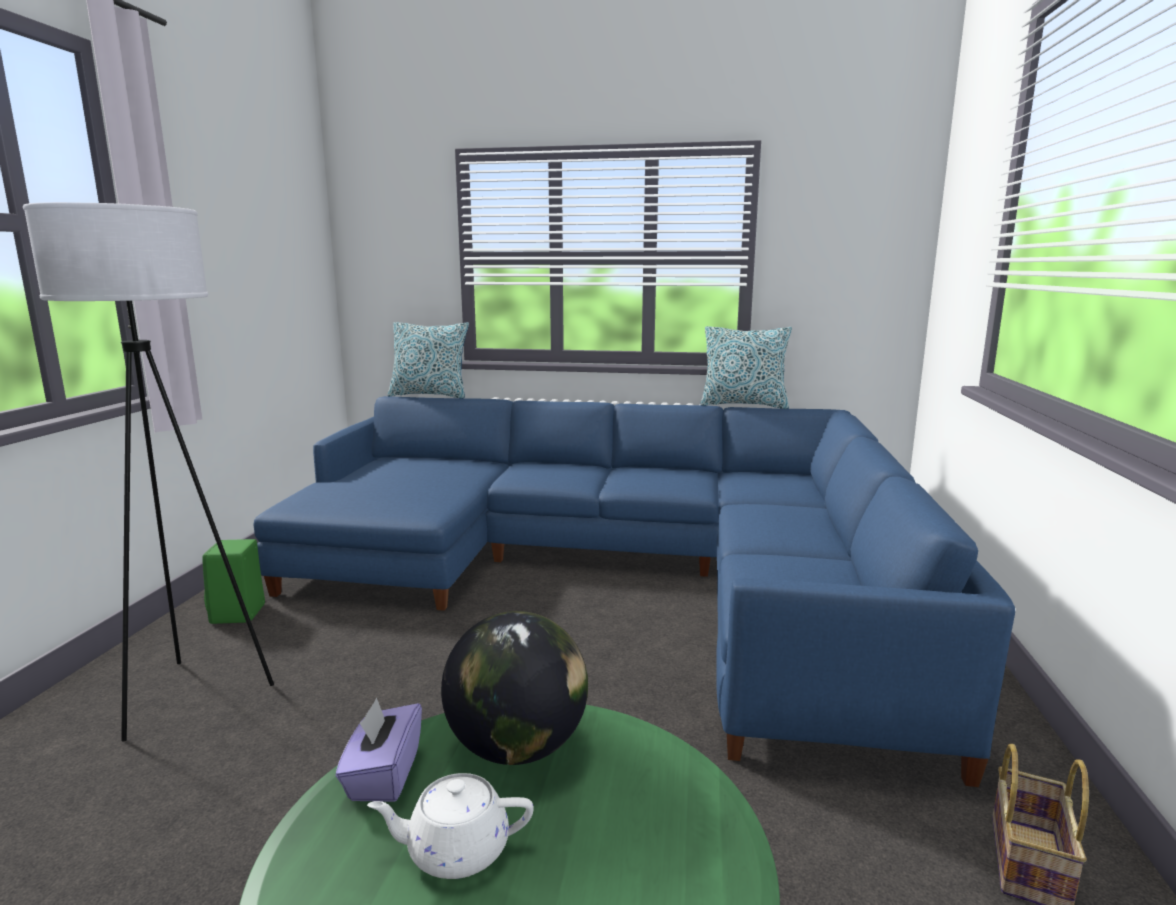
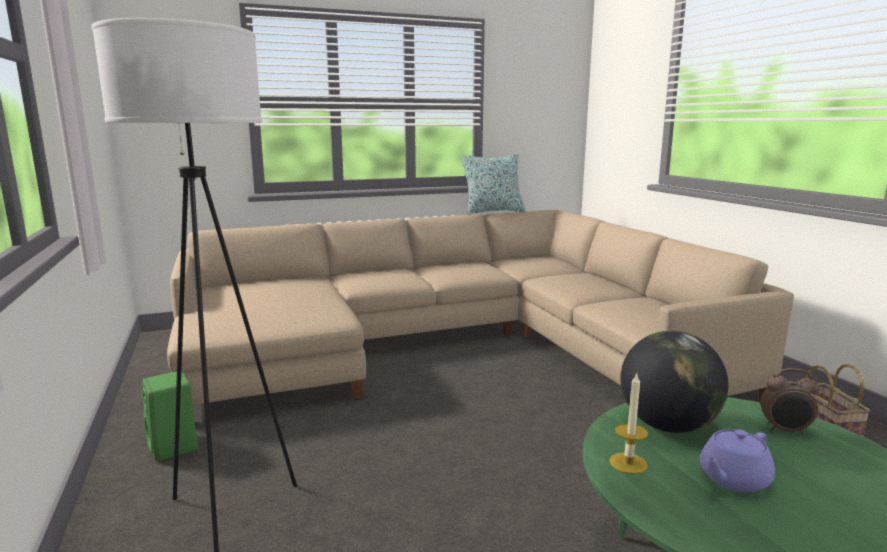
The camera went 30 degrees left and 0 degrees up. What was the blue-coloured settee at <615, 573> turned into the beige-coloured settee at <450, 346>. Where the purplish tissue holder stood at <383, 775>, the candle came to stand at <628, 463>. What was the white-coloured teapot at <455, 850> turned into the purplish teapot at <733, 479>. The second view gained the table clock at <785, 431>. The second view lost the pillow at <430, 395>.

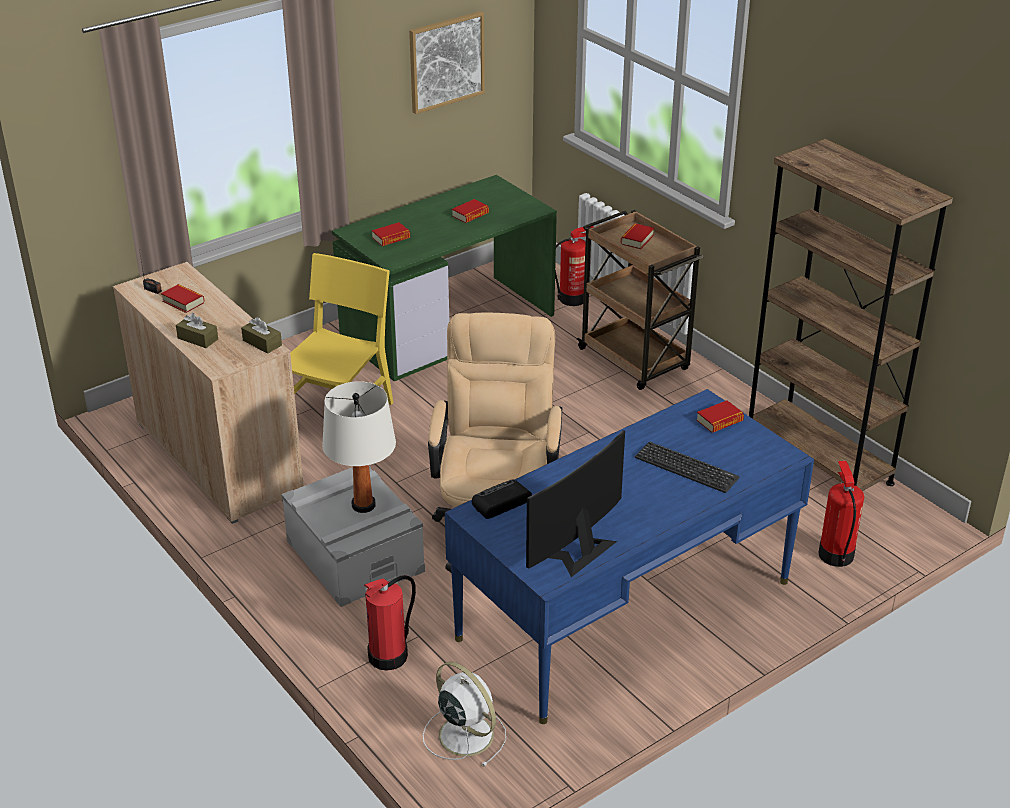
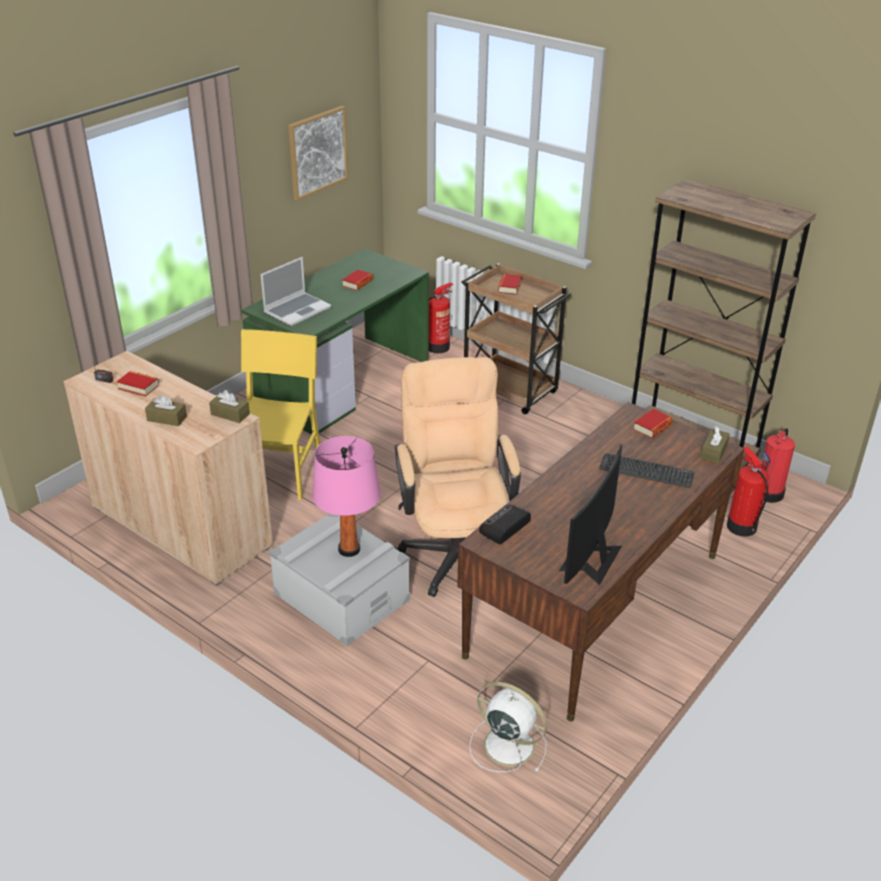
The camera went 15 degrees left and 0 degrees up. Where the book stood at <391, 238>, the laptop came to stand at <297, 310>. What was the white-coloured tabletop lamp at <363, 505> turned into the pink-coloured tabletop lamp at <349, 549>. What was the blue-coloured desk unit at <625, 610> turned into the brownish desk unit at <595, 604>. The second view gained the brownish tissue holder at <713, 452>. The fire extinguisher ended up elsewhere, having gone from <389, 655> to <769, 492>.

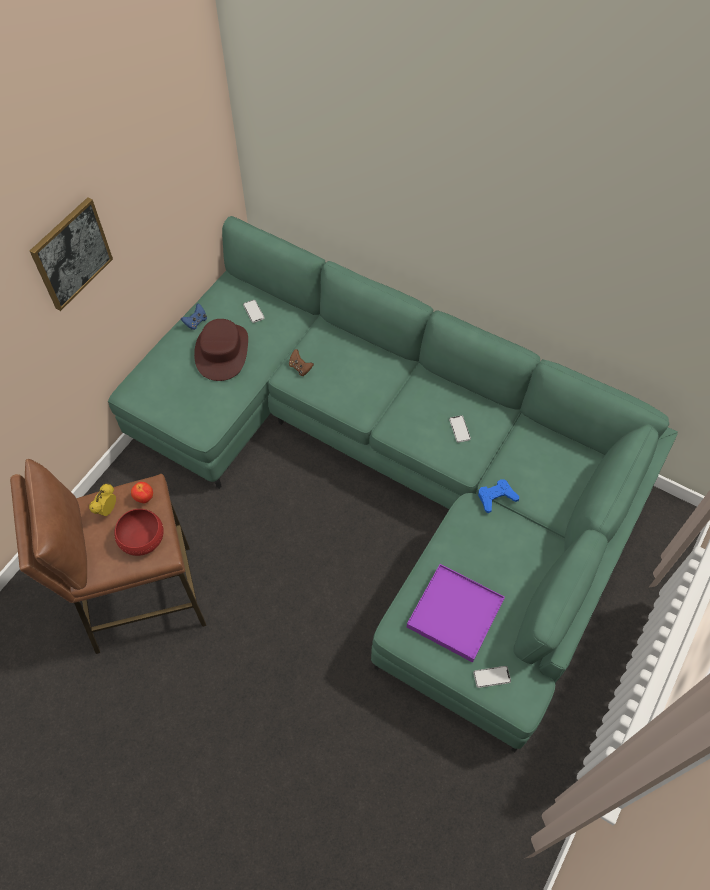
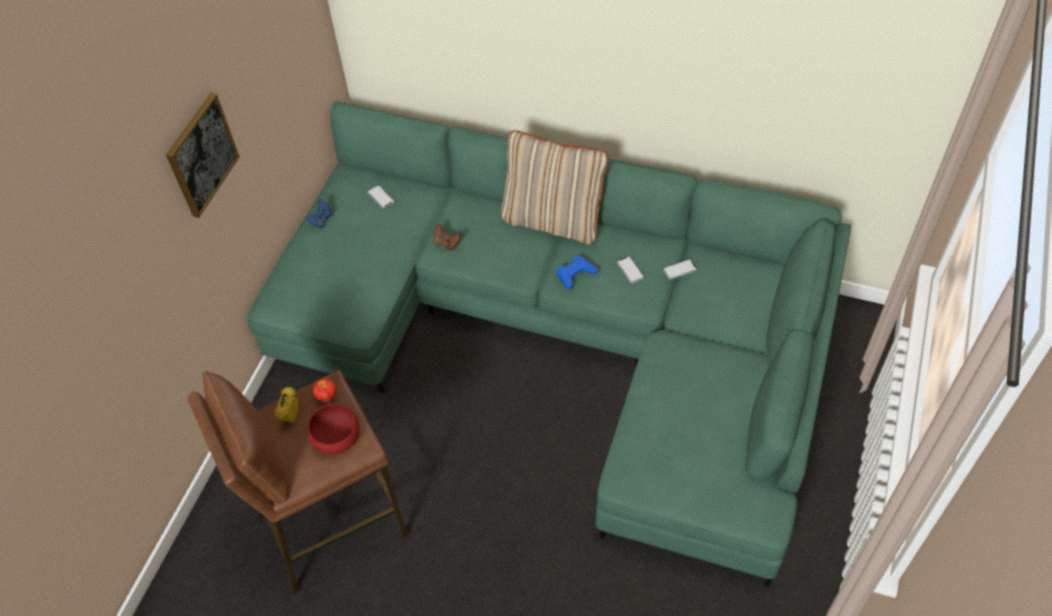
The camera went 10 degrees left and 5 degrees down. The second view gained the beige-coloured pillow at <553, 220>. The blue-coloured gamepad ended up elsewhere, having gone from <496, 497> to <575, 274>. The telephone ended up elsewhere, having gone from <491, 677> to <679, 270>. The second view lost the brownish hat at <222, 351>. The second view lost the purplish tray at <455, 614>.

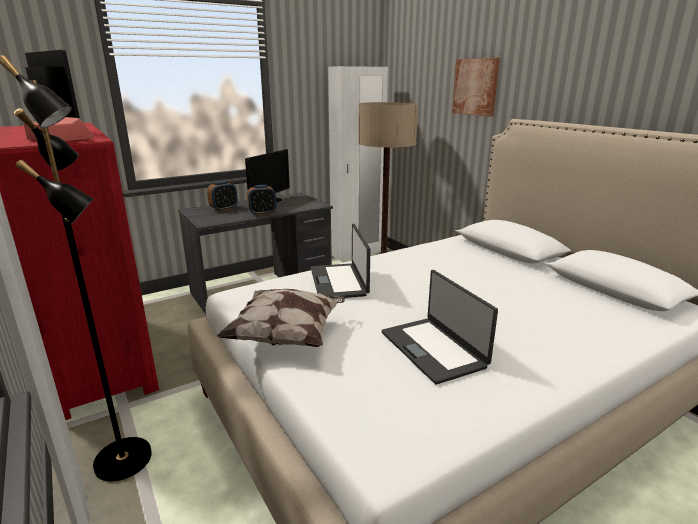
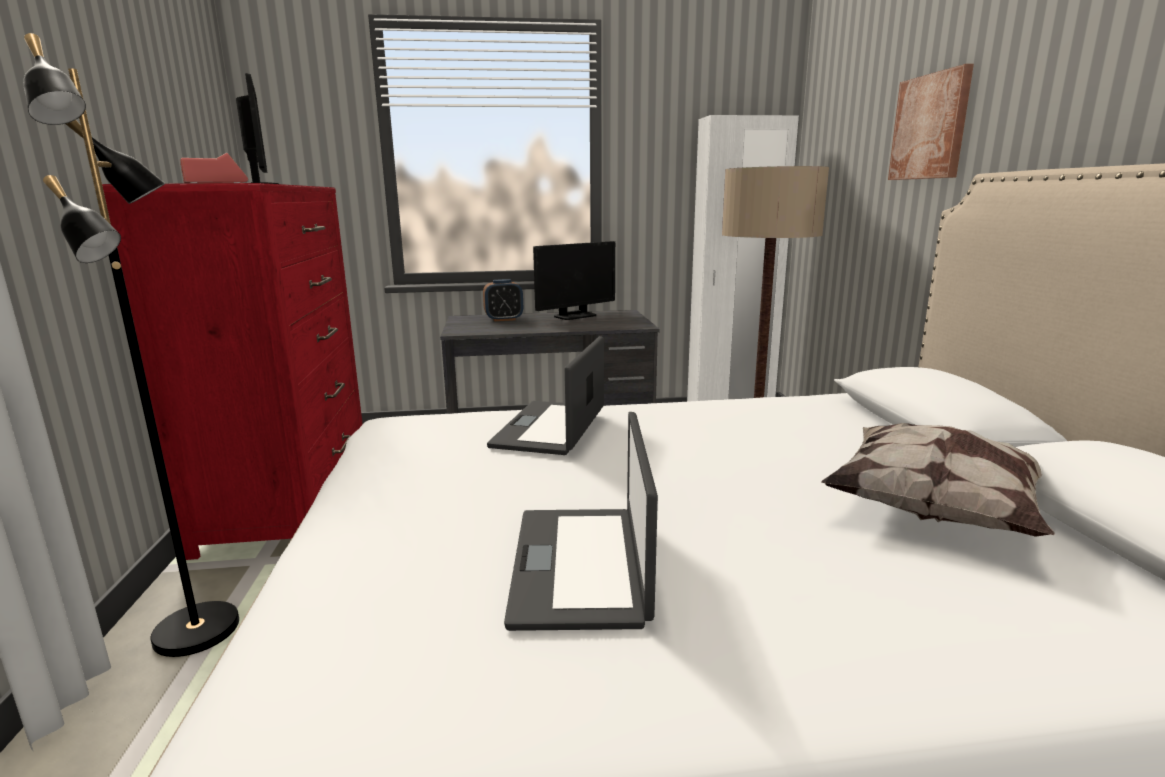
The camera went 25 degrees right and 5 degrees down. The pillow ended up elsewhere, having gone from <288, 335> to <937, 511>. The second view lost the table clock at <262, 213>.

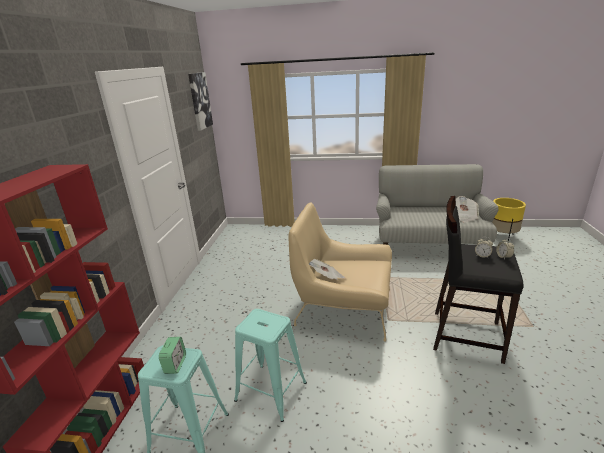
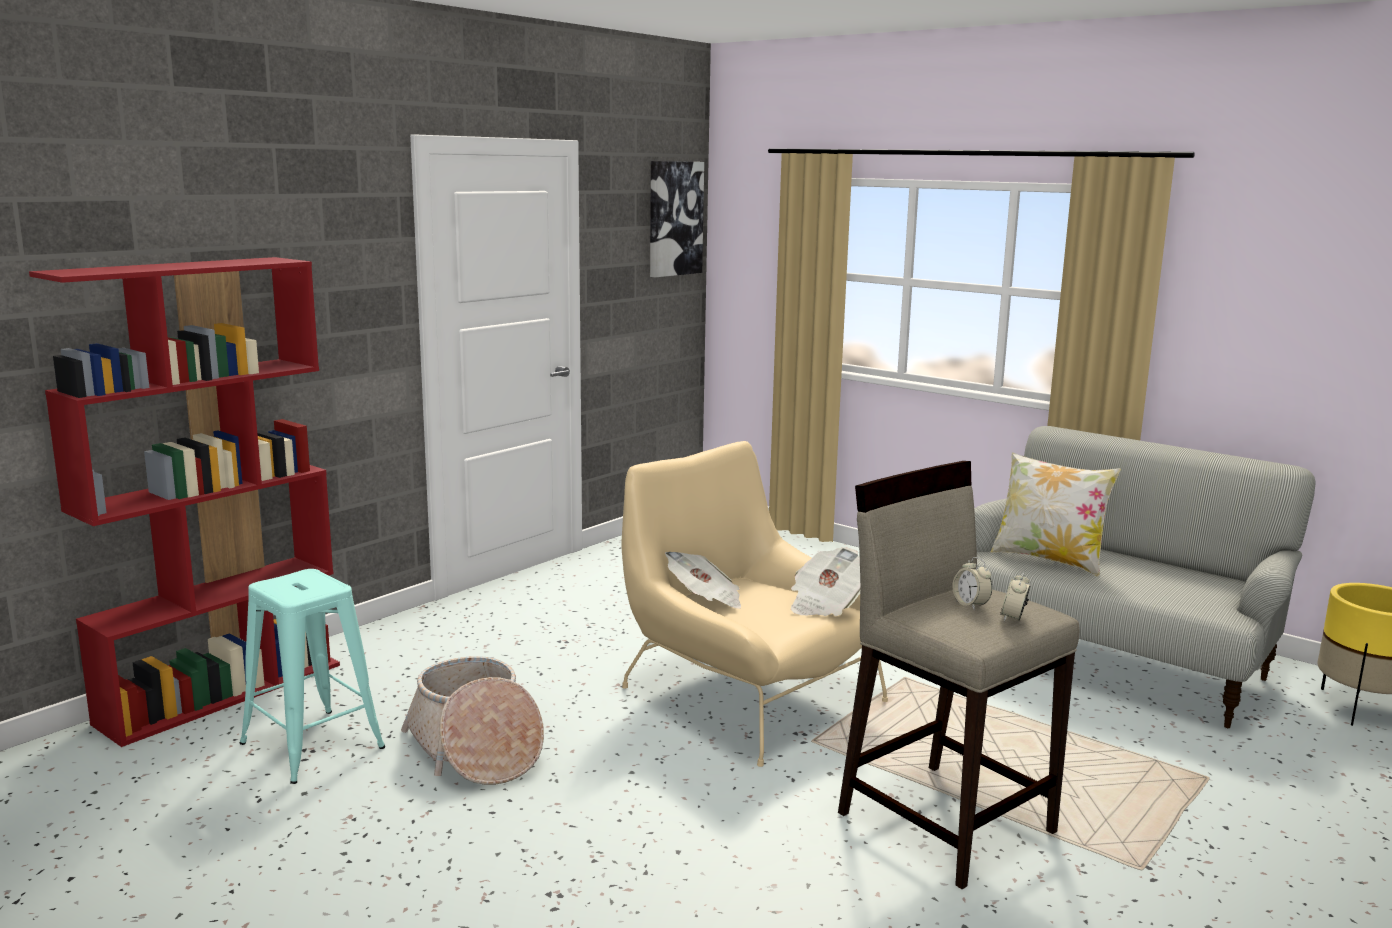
The camera went 30 degrees right and 10 degrees down. Where the blue-green sitting stool stood at <271, 391>, the basket came to stand at <475, 749>. The printed paper ended up elsewhere, having gone from <463, 216> to <826, 604>. What was the blackish sitting stool at <465, 335> turned into the beige-coloured sitting stool at <945, 820>. The second view gained the pillow at <1049, 559>. The second view lost the table clock at <175, 364>.

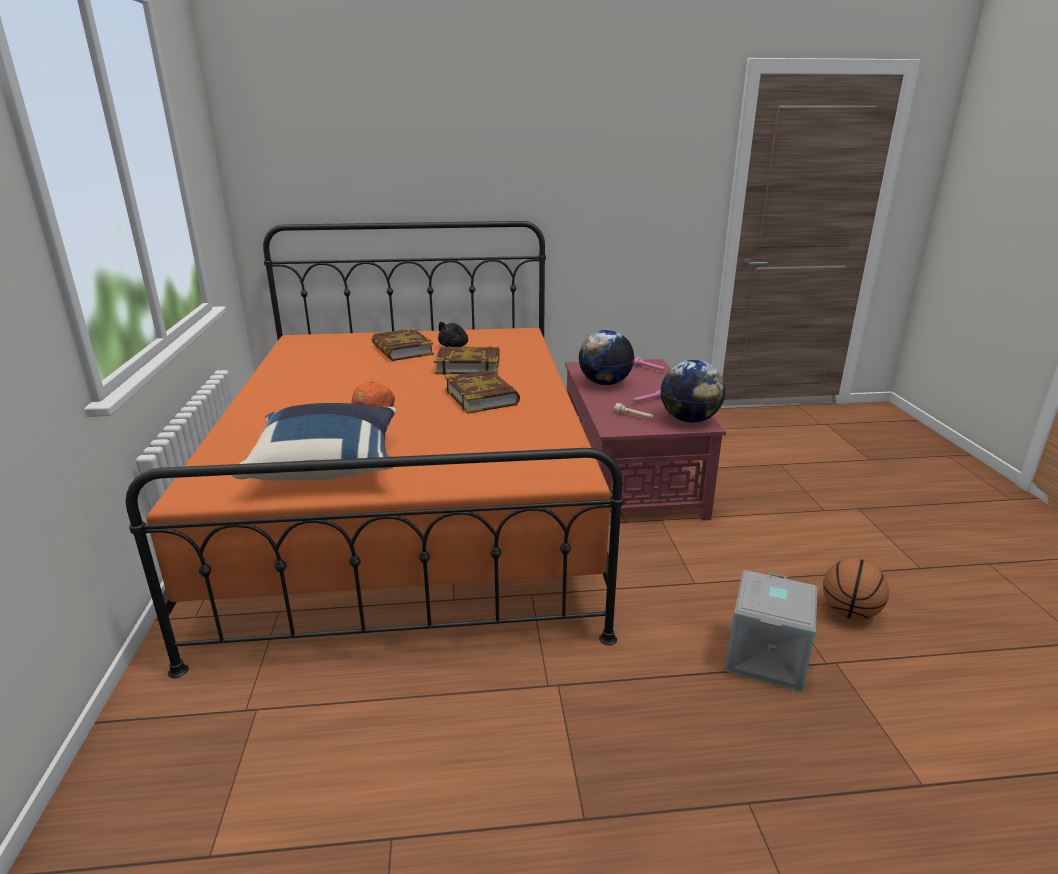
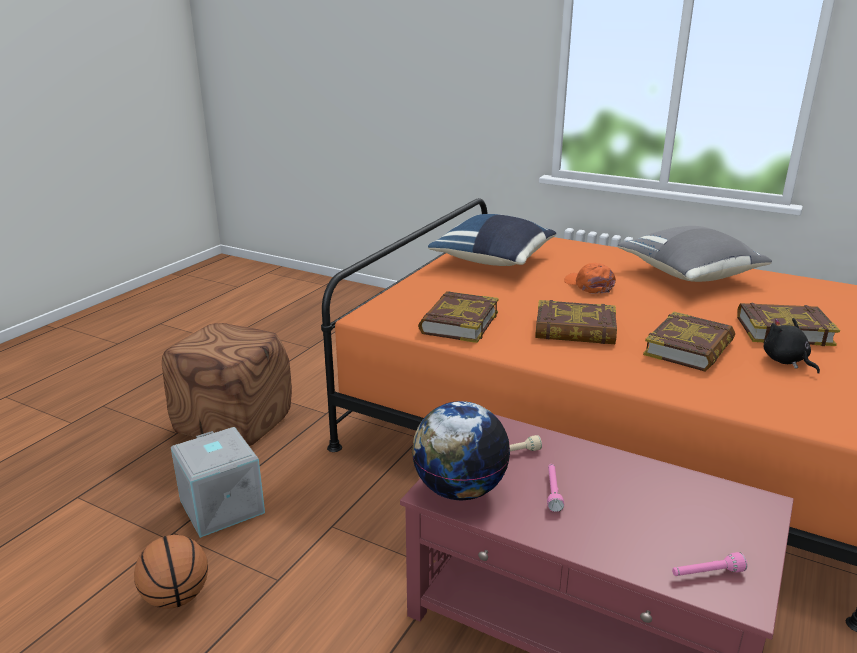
The camera went 125 degrees right and 0 degrees up. The second view gained the brownish footrest at <233, 423>. The second view gained the book at <459, 323>. The second view gained the grey pillow at <690, 275>. The second view lost the globe at <604, 383>.

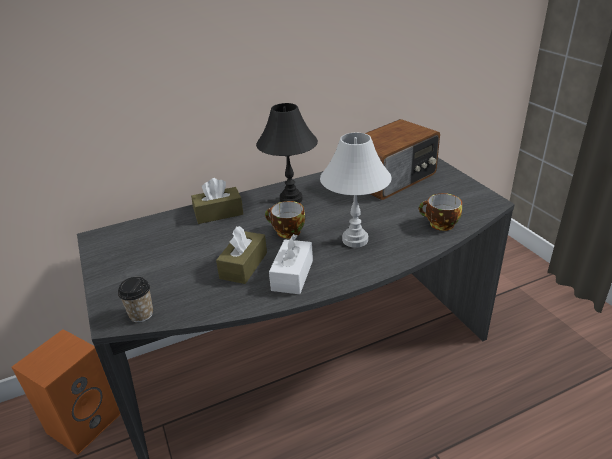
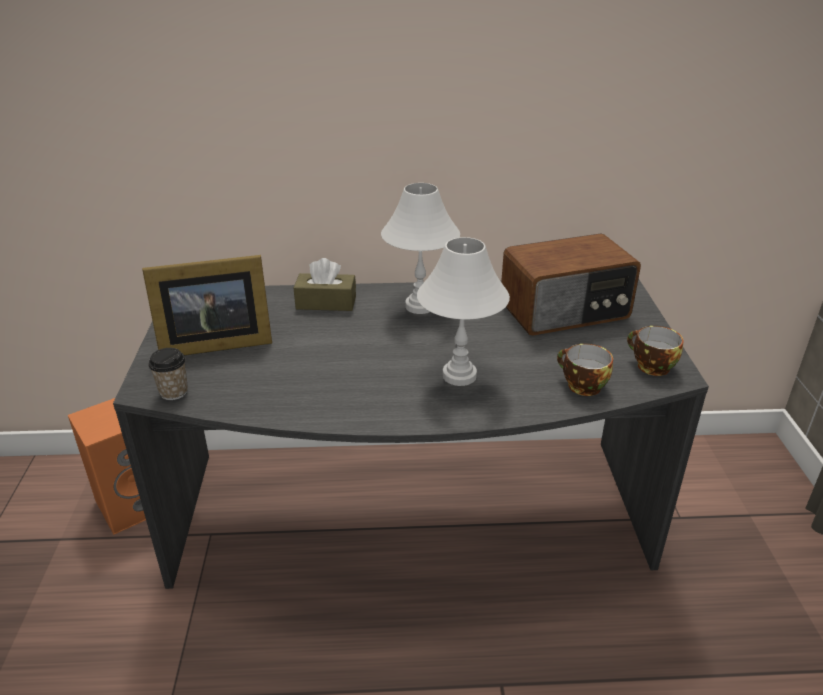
The camera went 20 degrees right and 0 degrees up. The second view gained the photo frame at <212, 343>. What was the blackish tabletop lamp at <290, 199> turned into the white-coloured tabletop lamp at <419, 306>. The cup ended up elsewhere, having gone from <286, 232> to <650, 366>. The second view lost the brownish tissue holder at <244, 265>. The second view lost the white-coloured tissue holder at <292, 275>.

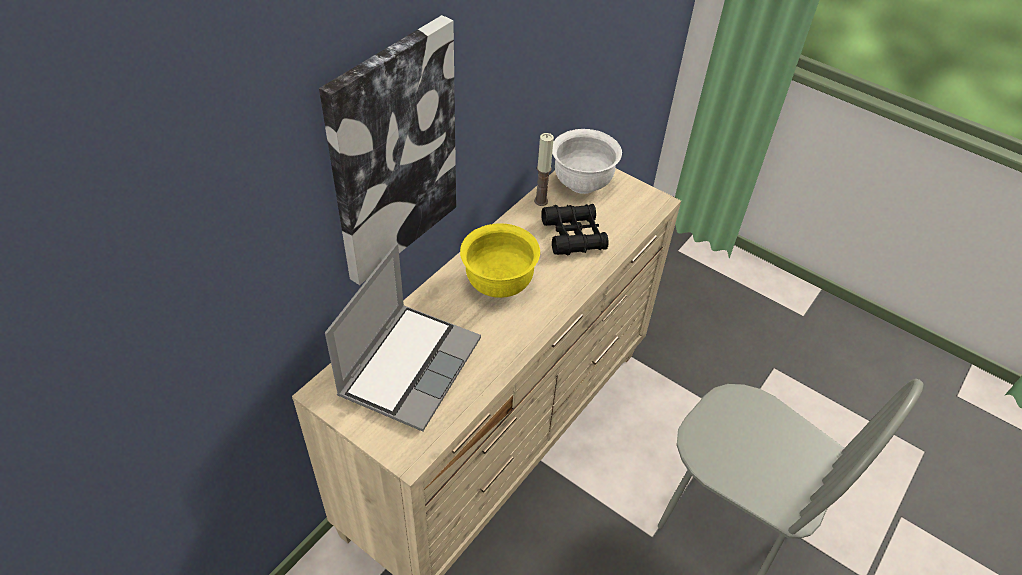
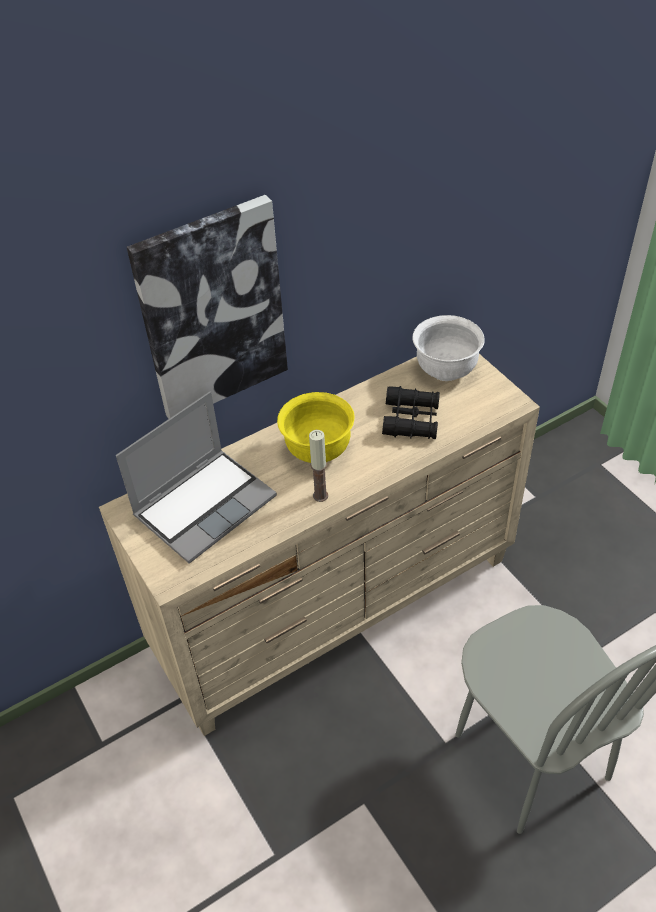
The camera went 25 degrees right and 0 degrees up. The candle ended up elsewhere, having gone from <541, 201> to <320, 495>.

